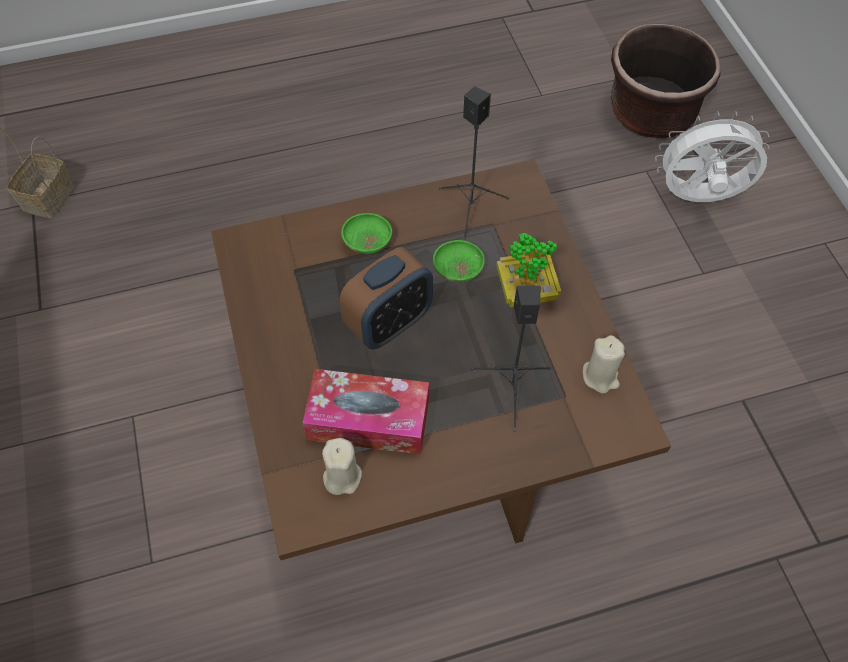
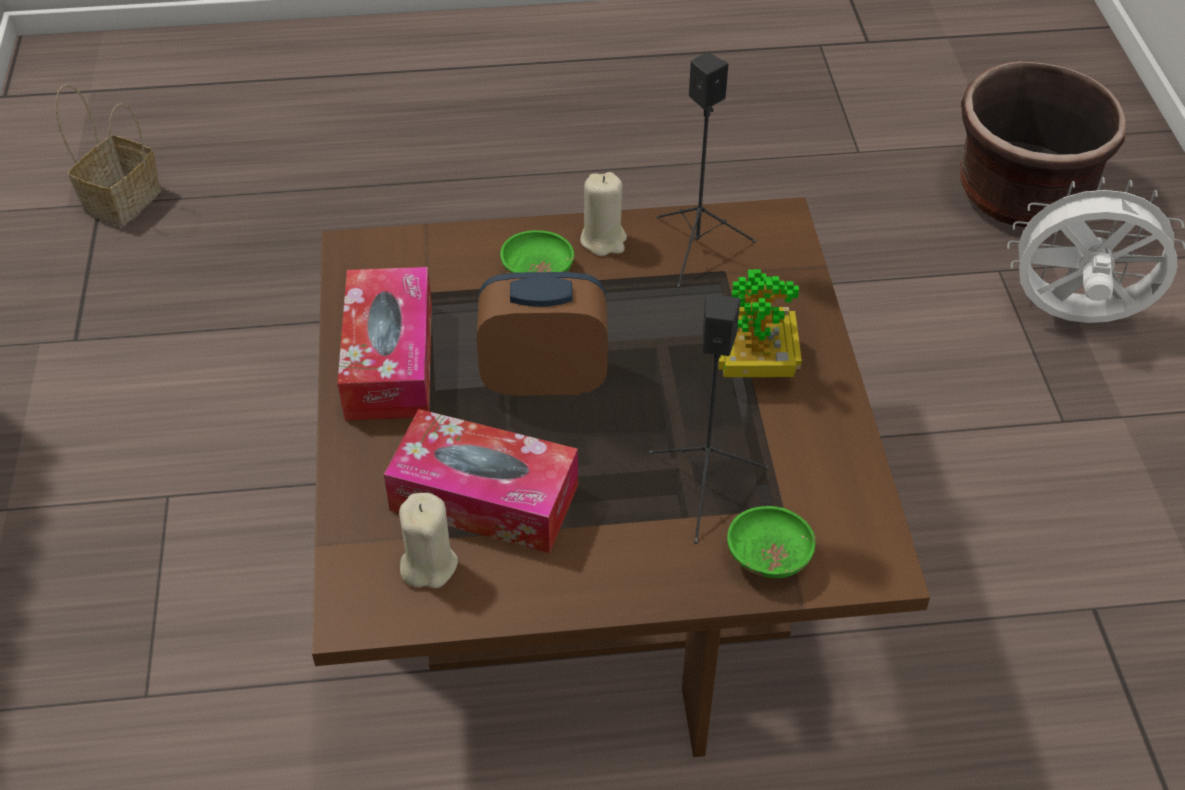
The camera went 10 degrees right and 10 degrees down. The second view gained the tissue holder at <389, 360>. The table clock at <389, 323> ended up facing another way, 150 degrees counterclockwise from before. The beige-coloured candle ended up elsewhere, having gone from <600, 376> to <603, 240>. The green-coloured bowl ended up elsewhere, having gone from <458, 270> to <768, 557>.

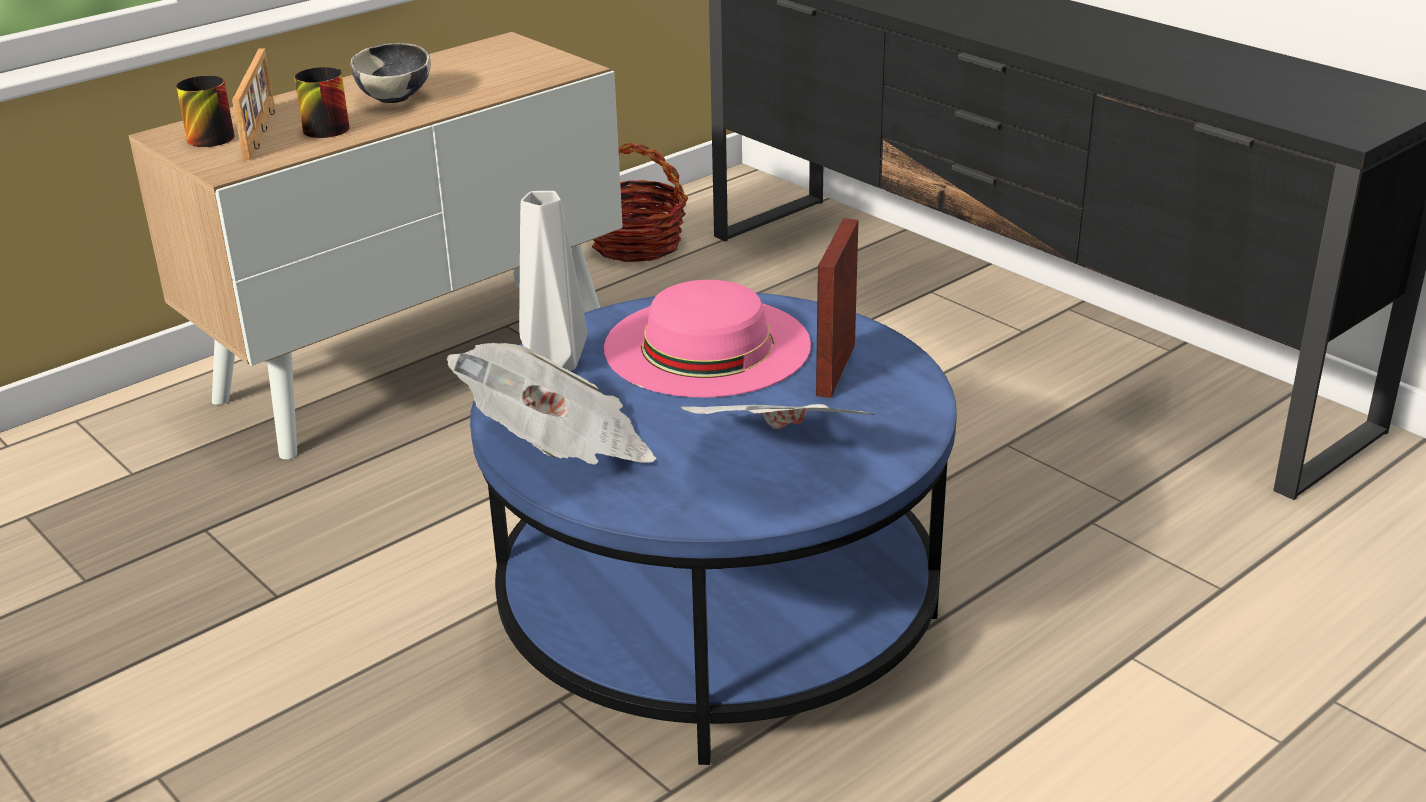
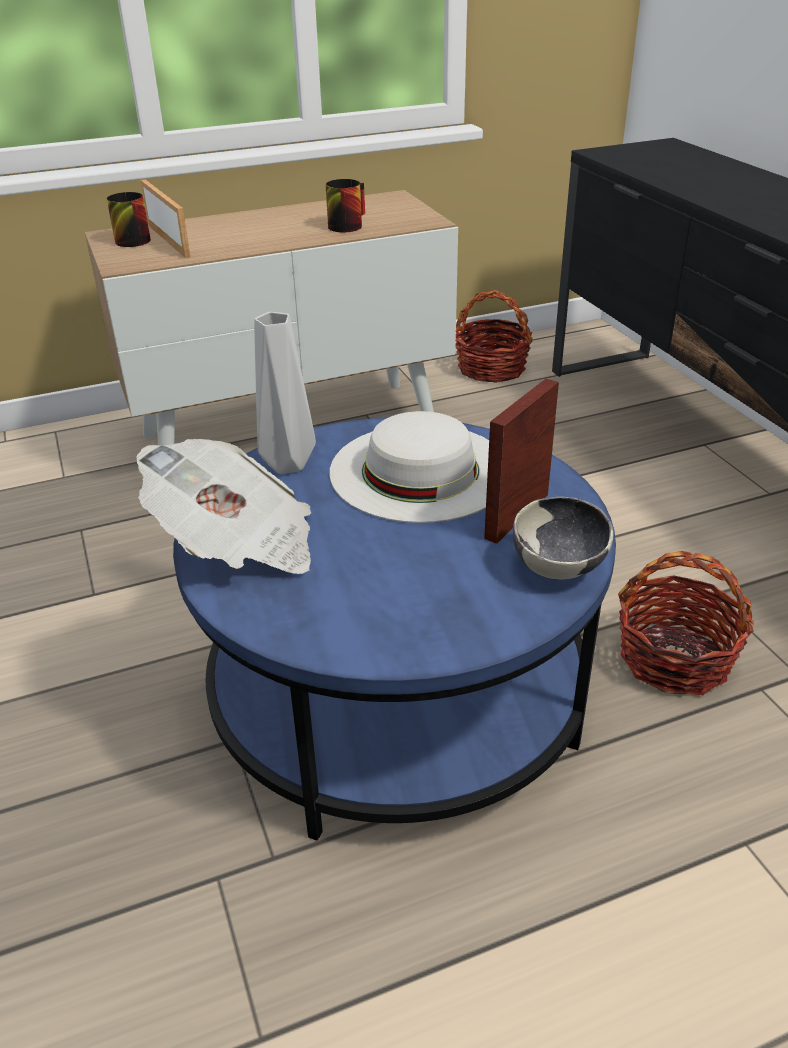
The camera went 20 degrees right and 5 degrees up. The photo frame at <262, 131> ended up facing another way, 45 degrees counterclockwise from before. The mug ended up elsewhere, having gone from <325, 126> to <346, 224>. What was the pink-coloured hat at <707, 346> turned into the white-coloured hat at <420, 470>. The bowl ended up elsewhere, having gone from <395, 98> to <559, 567>. The second view gained the basket at <674, 658>. The second view lost the printed paper at <779, 454>.

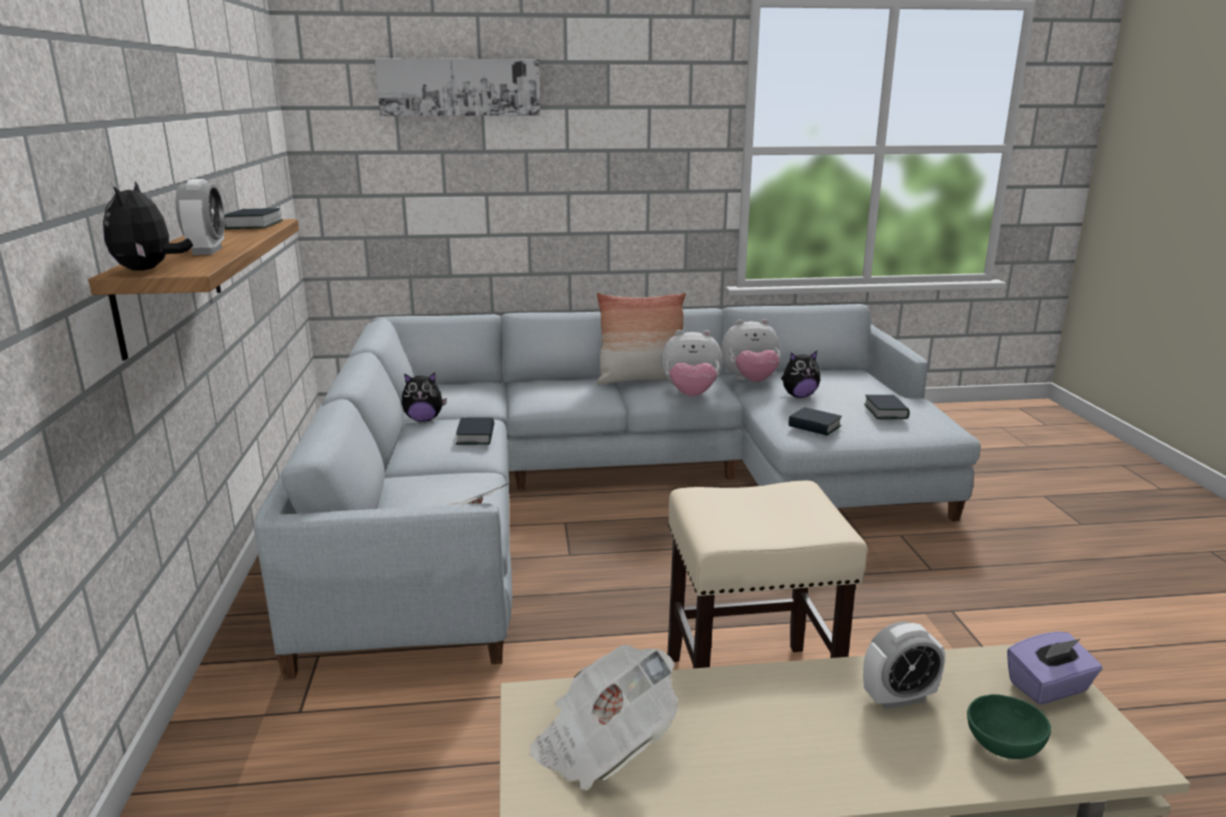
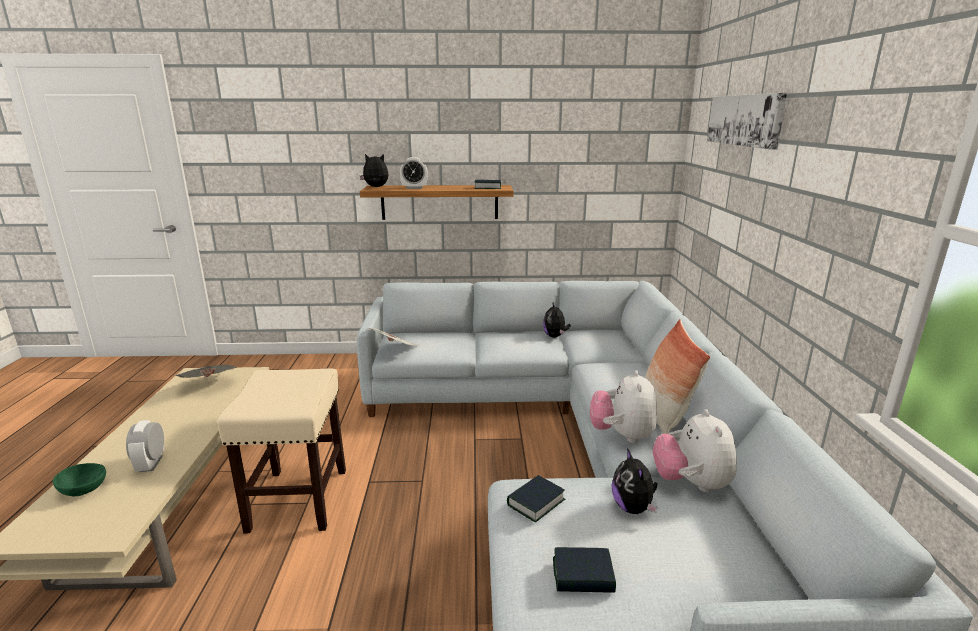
The camera went 95 degrees right and 0 degrees up. The second view lost the book at <476, 436>. The second view lost the purplish tissue holder at <1049, 688>.

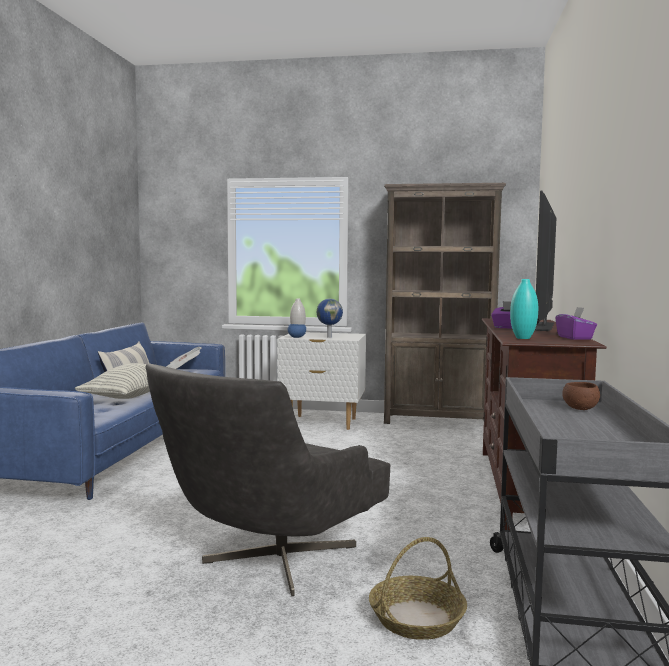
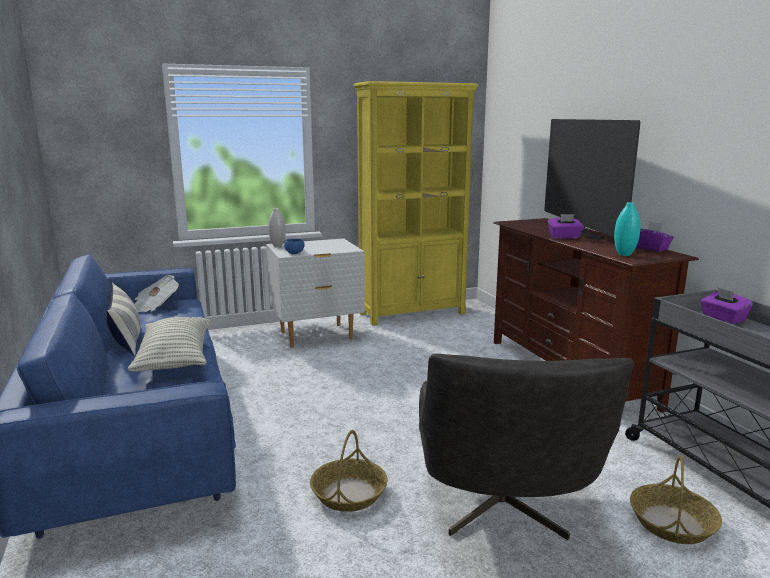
The camera went 30 degrees left and 10 degrees up. The second view gained the basket at <349, 493>. What was the brownish shelving unit at <438, 421> turned into the yellow shelving unit at <413, 313>. Where the brownish bowl stood at <580, 409>, the purplish tissue holder came to stand at <723, 318>. The second view lost the globe at <329, 337>.

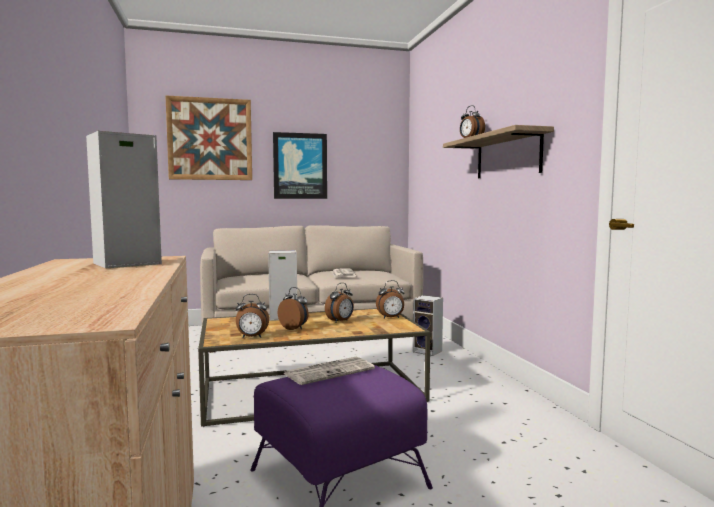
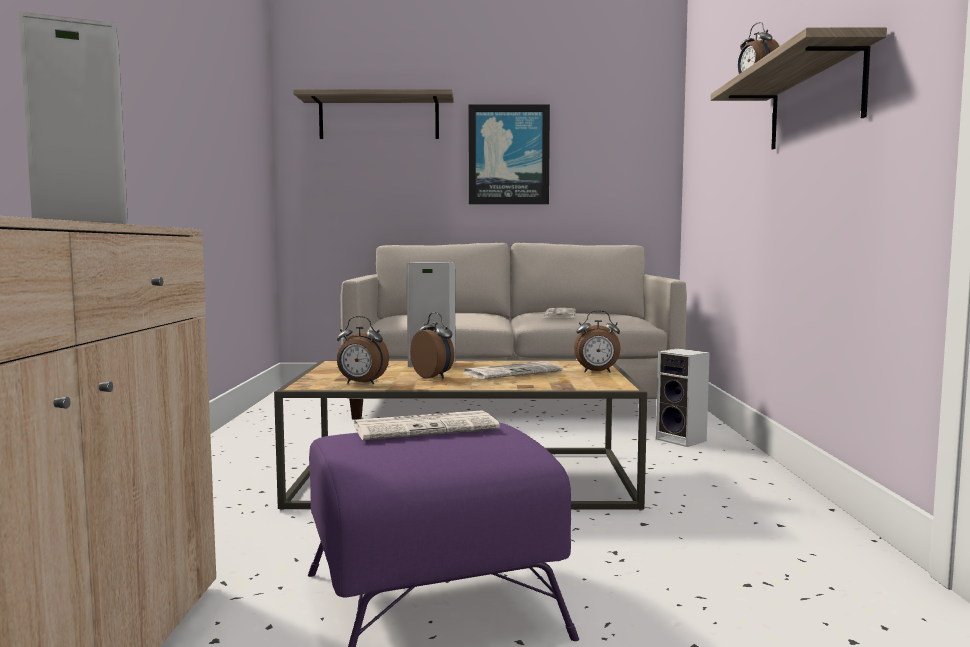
The camera went 15 degrees right and 0 degrees up. Where the wall picture hung at <210, 139>, the shelf came to hang at <379, 118>. Where the table clock stood at <340, 321>, the printed paper came to stand at <512, 372>.

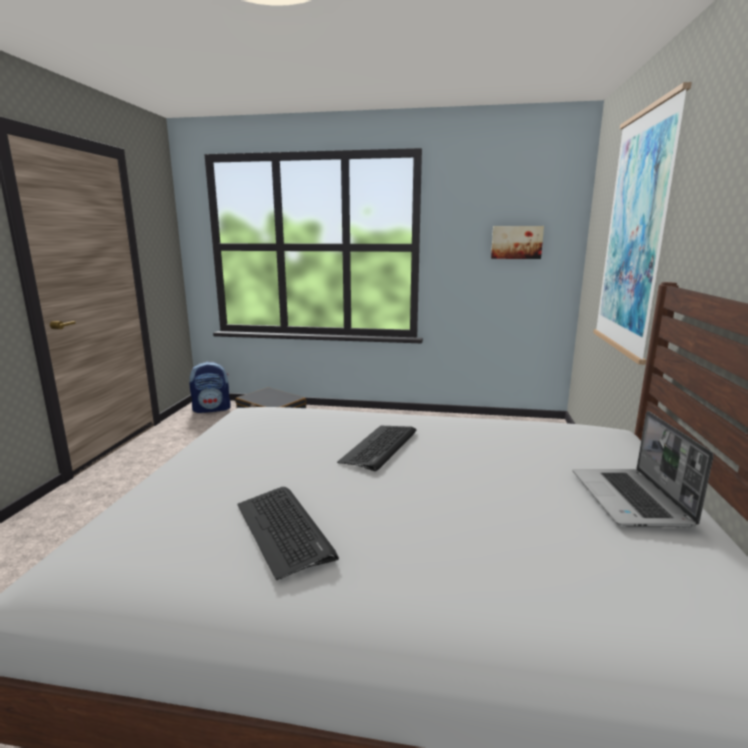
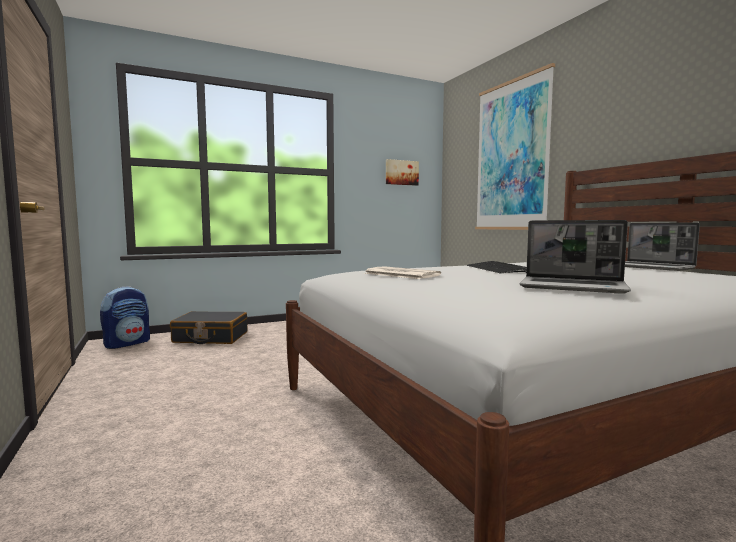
The camera went 35 degrees left and 10 degrees down. The second view gained the printed paper at <400, 274>. Where the PC keyboard stood at <284, 530>, the laptop came to stand at <573, 287>.

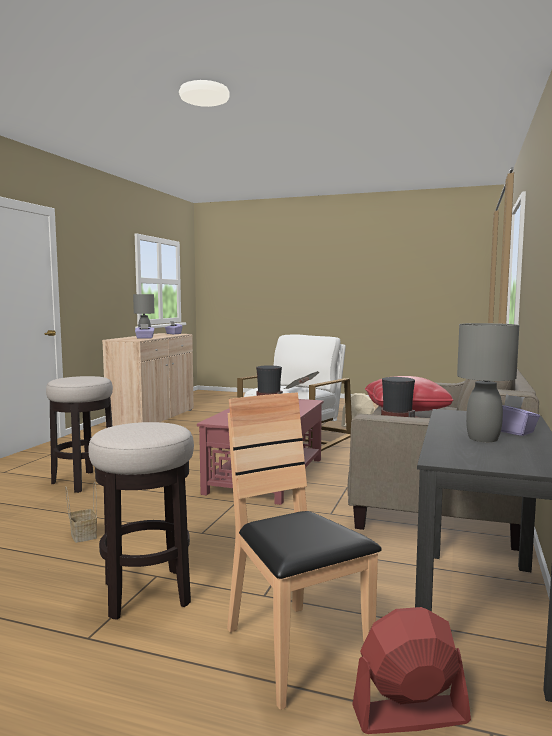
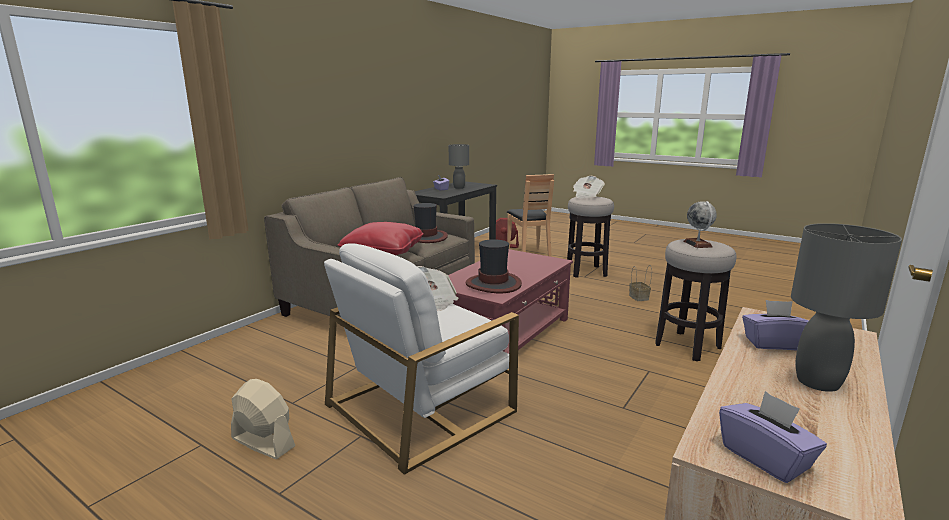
The camera went 165 degrees left and 10 degrees up. The second view gained the printed paper at <586, 196>. The second view gained the globe at <697, 244>.

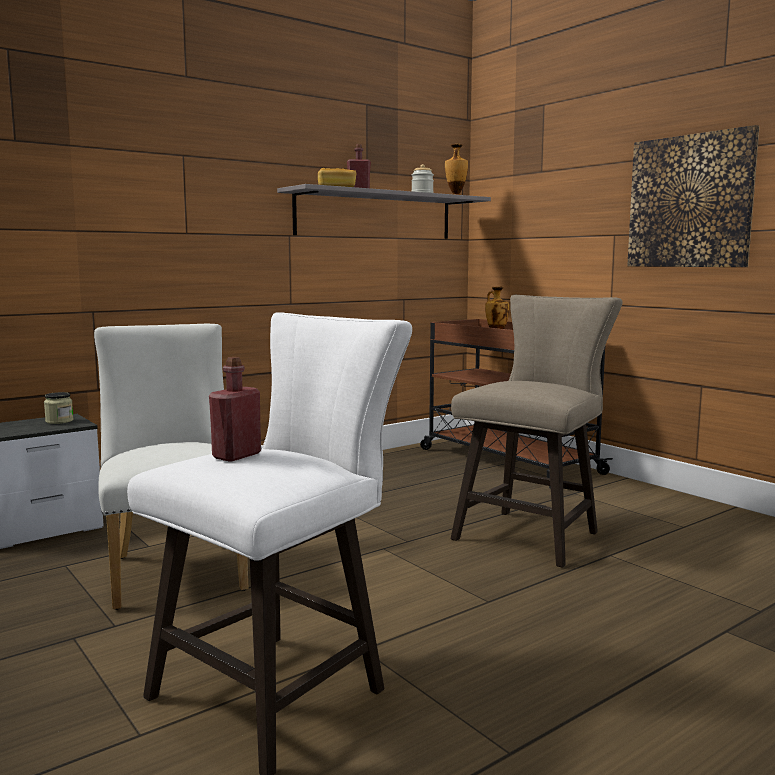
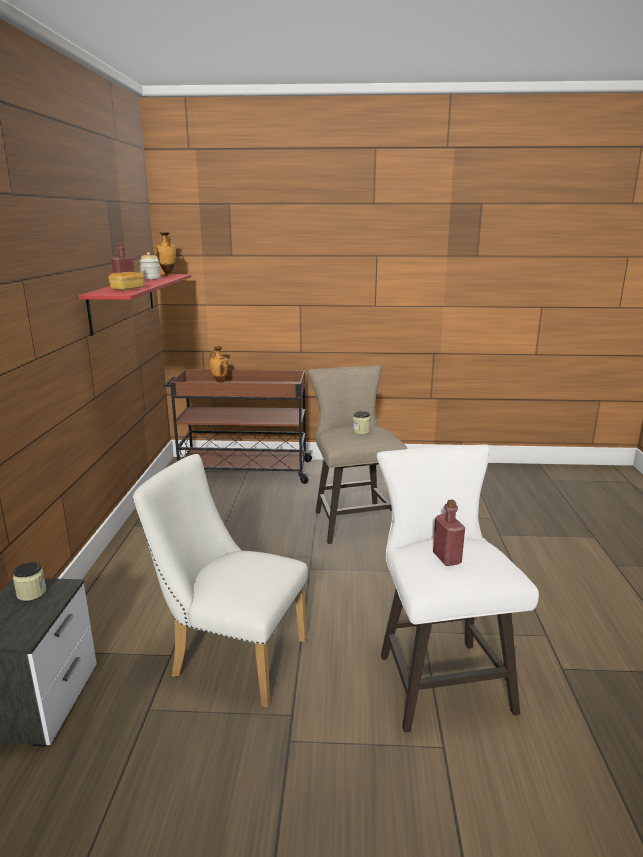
The camera went 50 degrees left and 10 degrees up. What was the grey shelf at <375, 216> turned into the red-coloured shelf at <123, 301>. The second view gained the preserve jar at <361, 431>. The second view lost the wall picture at <690, 201>.

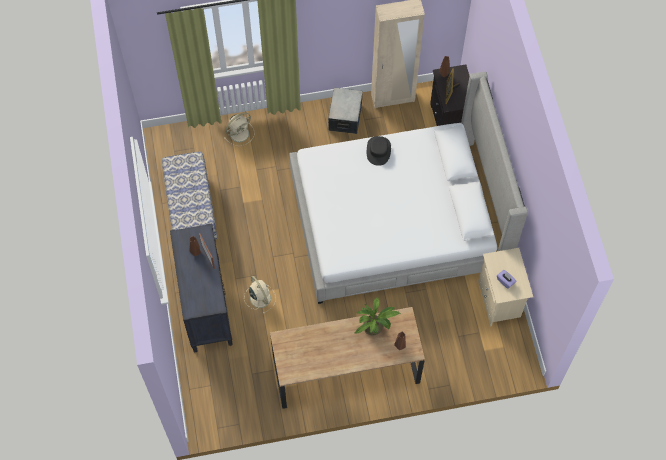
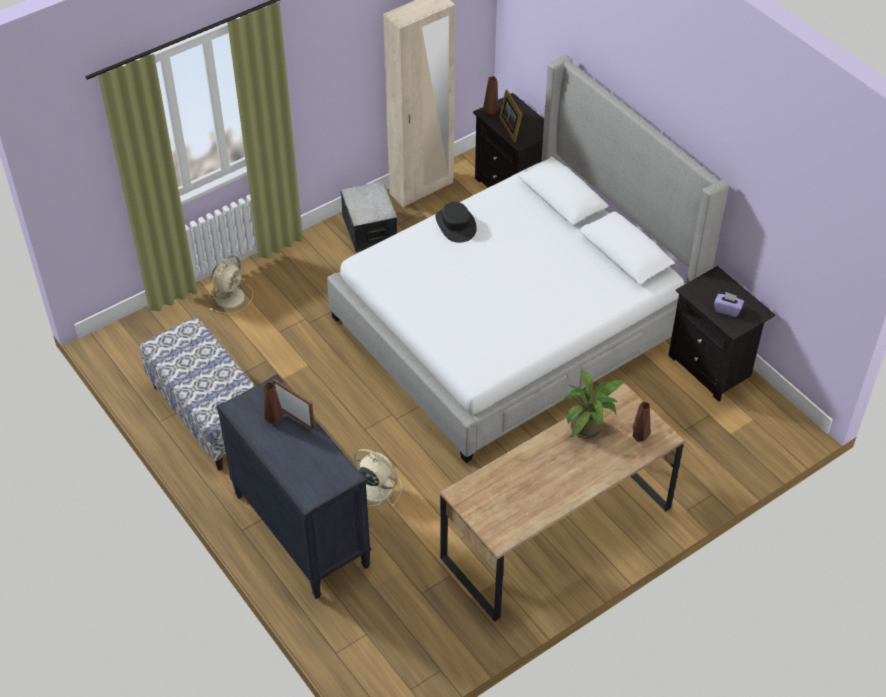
The camera went 25 degrees left and 15 degrees down. What was the beige-coloured nightstand at <500, 301> turned into the blackish nightstand at <712, 367>.

